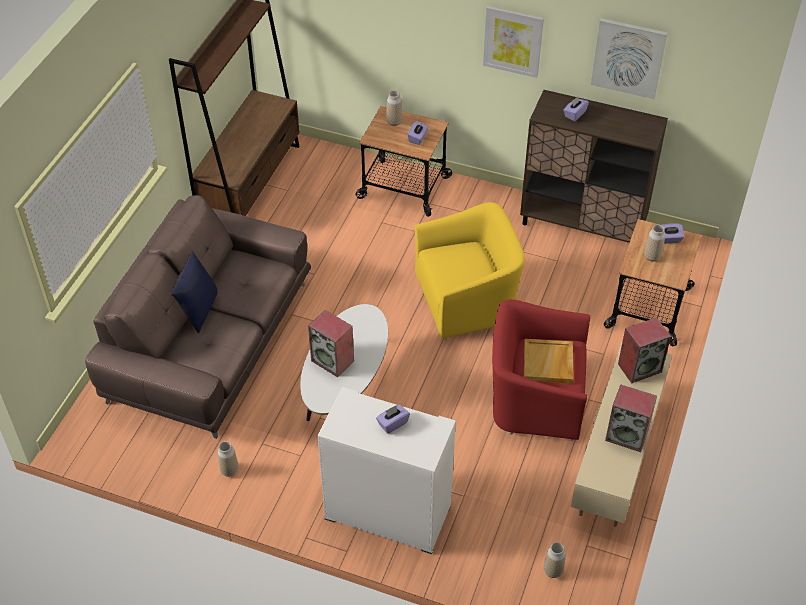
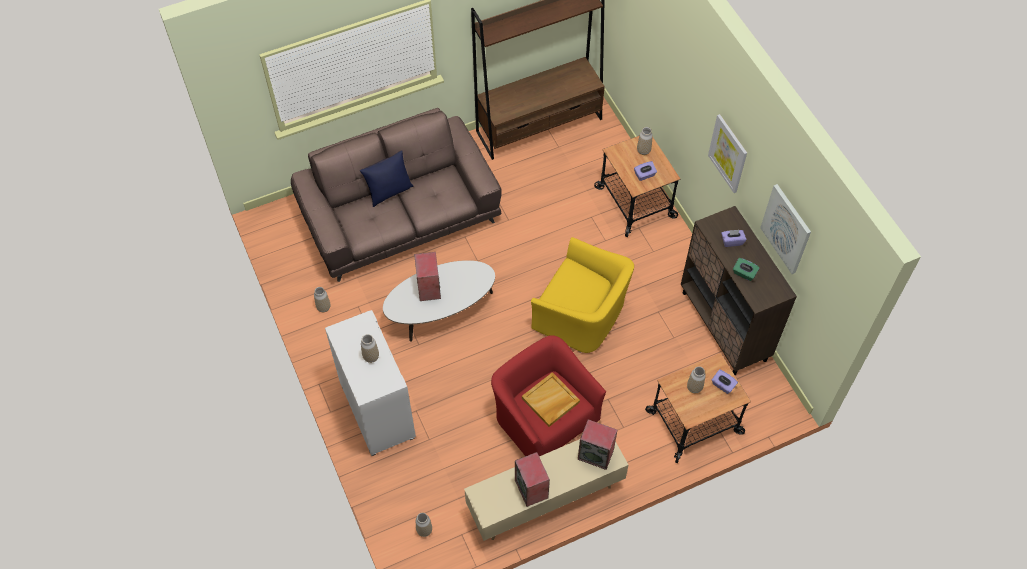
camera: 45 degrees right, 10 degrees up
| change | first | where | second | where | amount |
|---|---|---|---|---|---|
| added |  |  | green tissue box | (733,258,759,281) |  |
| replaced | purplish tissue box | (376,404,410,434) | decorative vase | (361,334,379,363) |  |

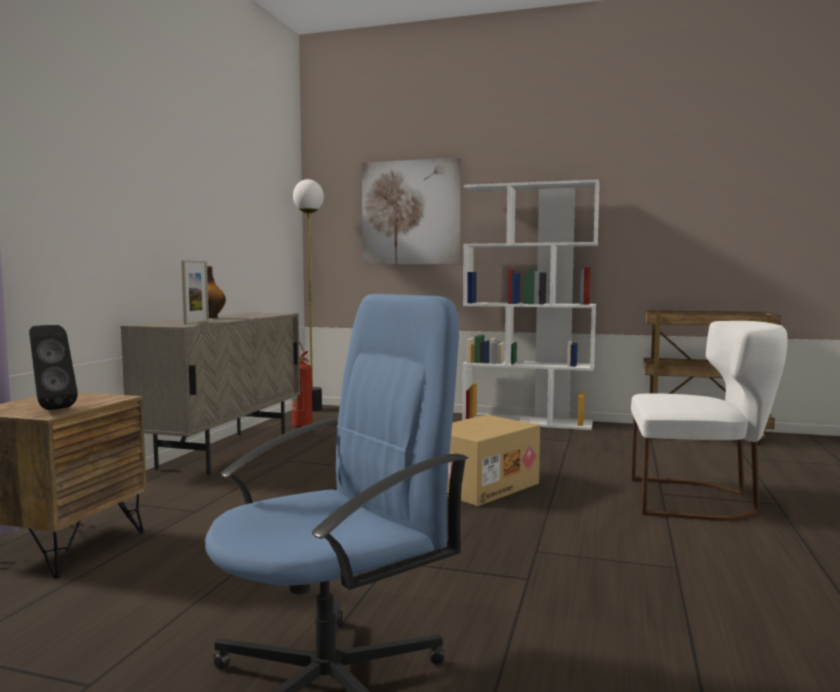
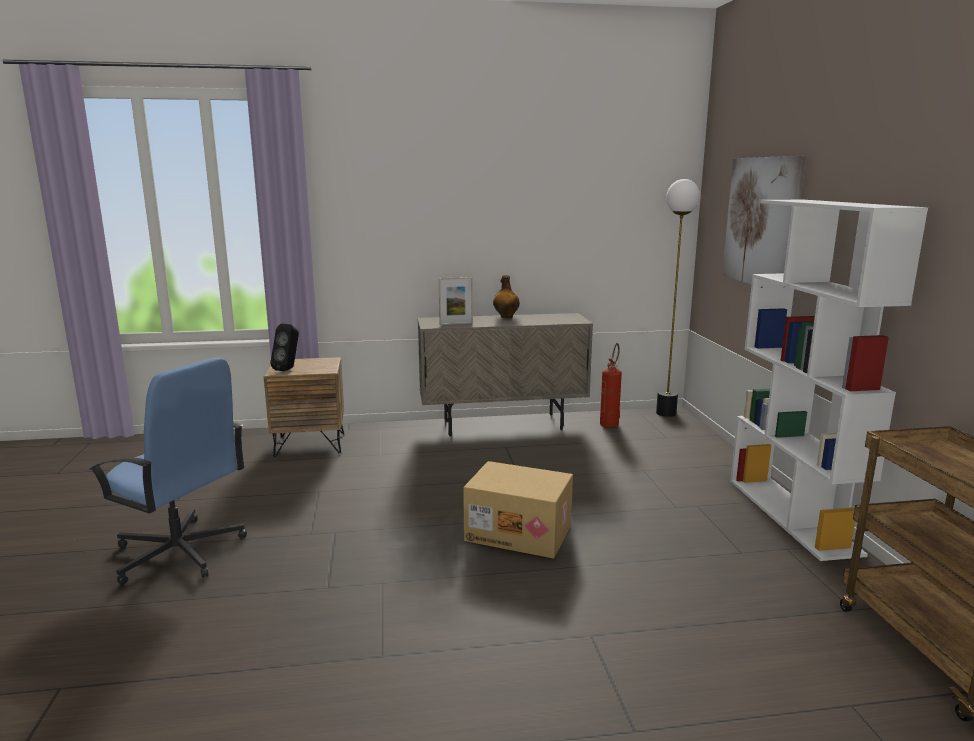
camera: 65 degrees right, 10 degrees up
| change | first | where | second | where | amount |
|---|---|---|---|---|---|
| removed | white-coloured chair | (631,321,787,521) |  |  |  |

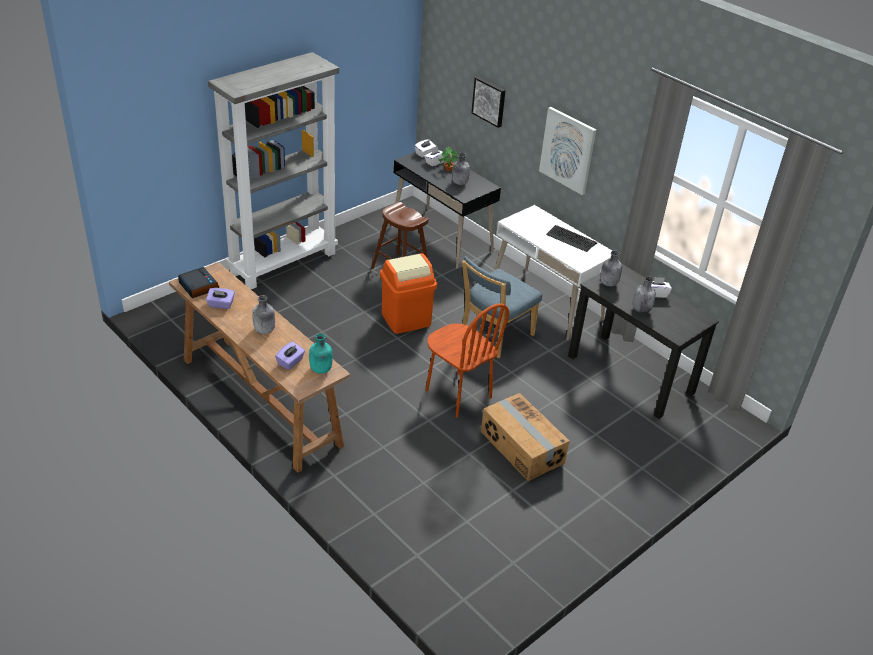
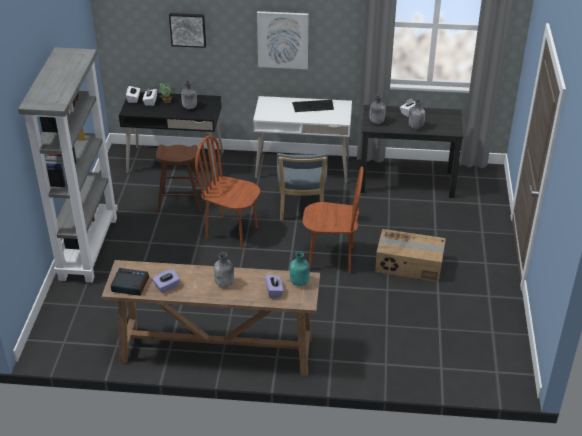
camera: 40 degrees left, 0 degrees up
| change | first | where | second | where | amount |
|---|---|---|---|---|---|
| replaced | orange trash can | (380,253,437,334) | brown chair | (195,135,260,248) |  |

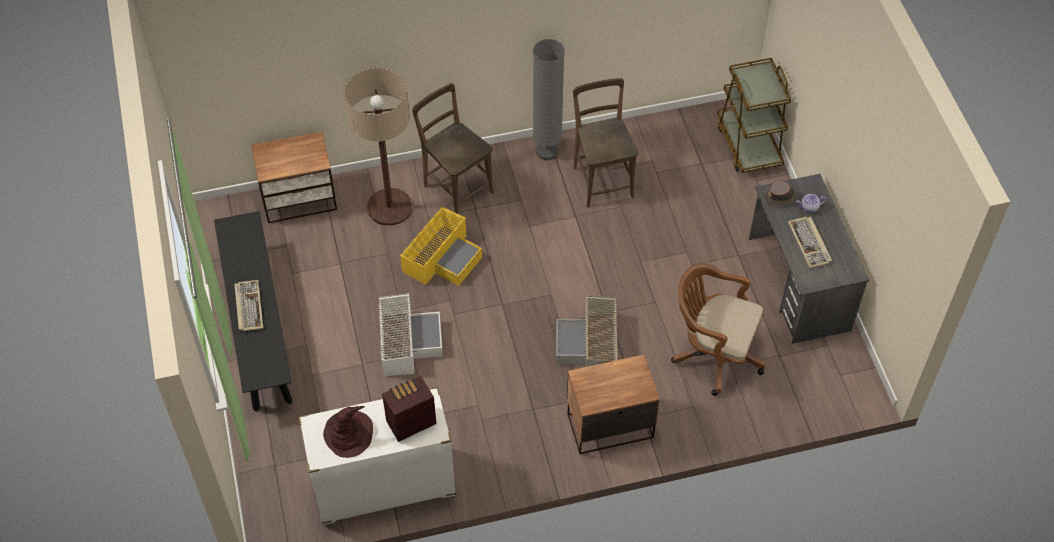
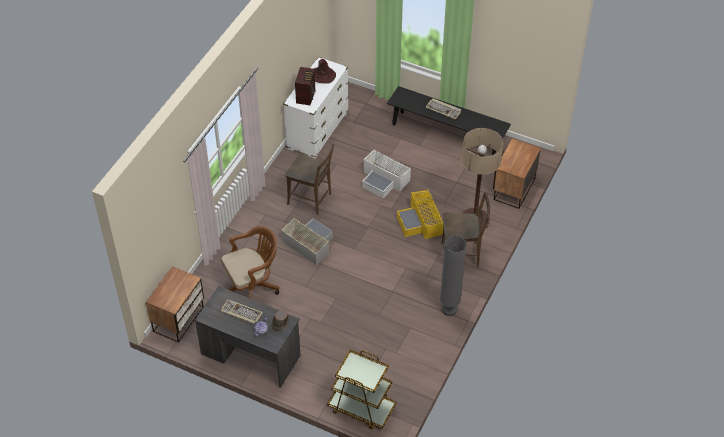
camera: 130 degrees right, 5 degrees down
| change | first | where | second | where | amount |
|---|---|---|---|---|---|
| moved | nightstand | (567,354,660,454) |  | (146,266,204,342) |  |
| moved | brown chair | (573,78,639,208) |  | (285,144,334,215) |  |

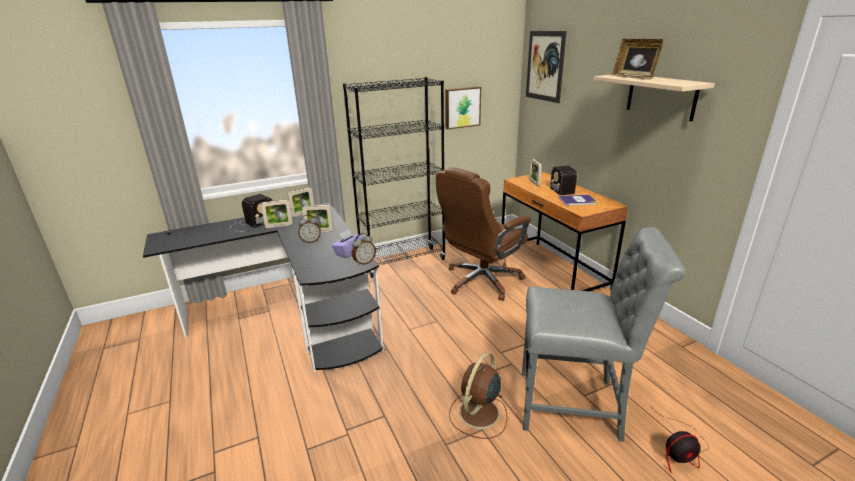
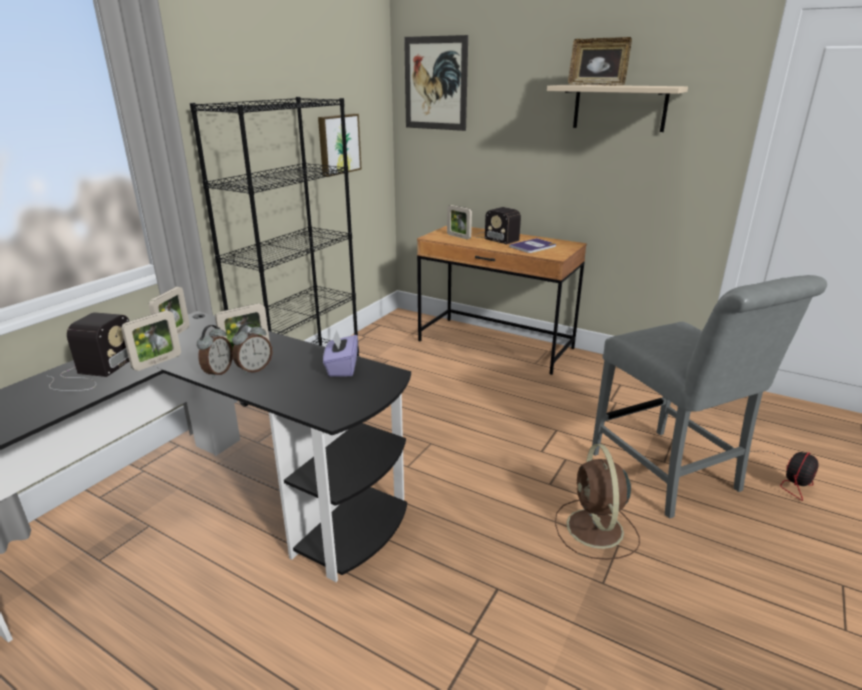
camera: 35 degrees left, 0 degrees up
| change | first | where | second | where | amount |
|---|---|---|---|---|---|
| removed | brown office chair | (436,167,531,301) |  |  |  |
| moved | bedside clock | (352,233,376,265) |  | (197,325,233,379) |  |
| turned | greyish chair | (522,227,686,442) |  | (592,275,827,519) | 90 degrees clockwise |

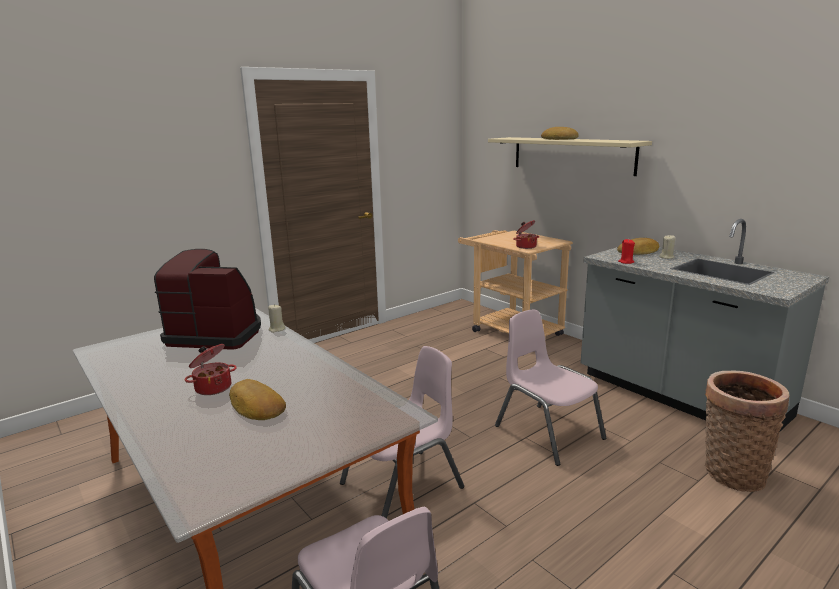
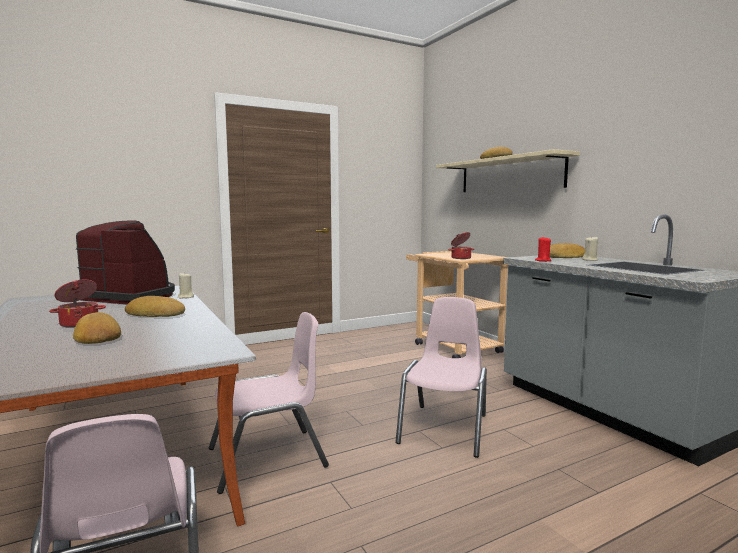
camera: 10 degrees right, 10 degrees down
| change | first | where | second | where | amount |
|---|---|---|---|---|---|
| removed | household basket | (705,371,789,492) |  |  |  |
| added |  |  | bakery bread | (125,296,185,317) |  |
| turned | pink-coloured chair | (495,309,606,466) |  | (395,297,487,458) | 45 degrees clockwise |

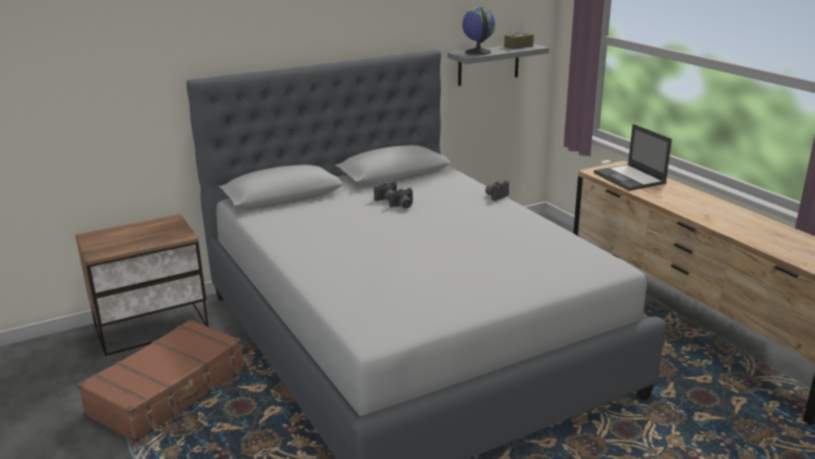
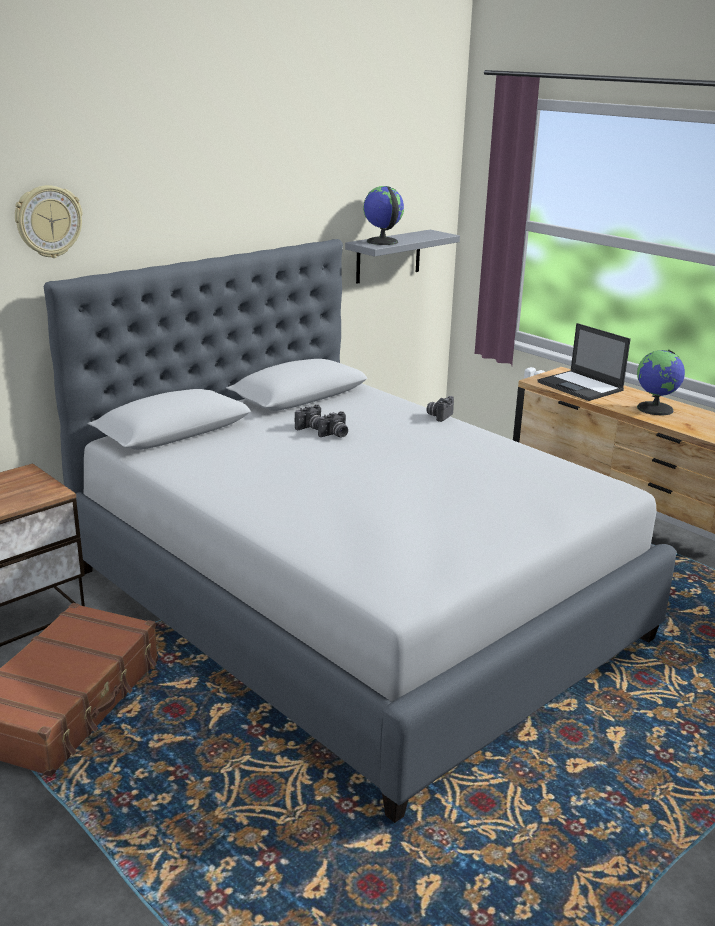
camera: 15 degrees left, 0 degrees up
| change | first | where | second | where | amount |
|---|---|---|---|---|---|
| removed | brown tissue box | (504,24,534,49) |  |  |  |
| added |  |  | hanging clock | (15,185,83,258) |  |
| added |  |  | globe | (637,349,685,415) |  |

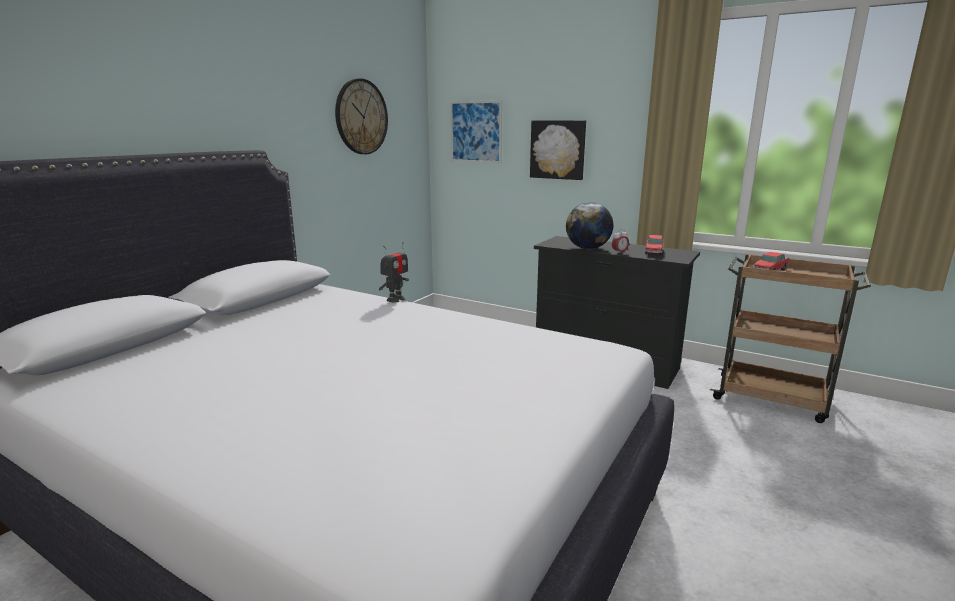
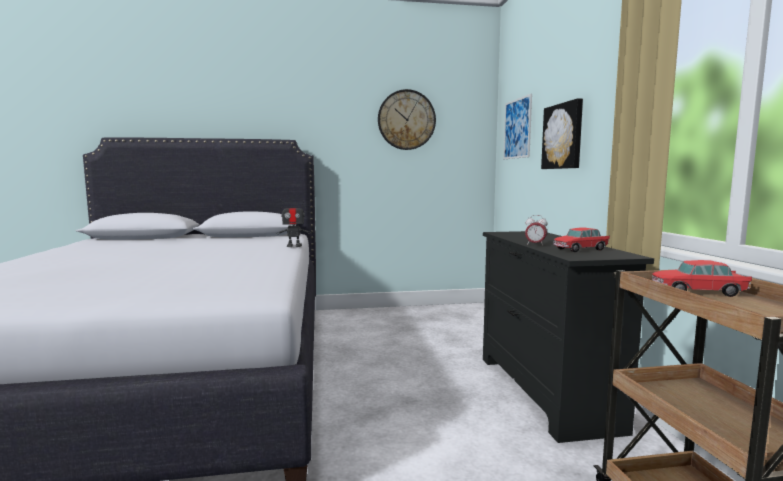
camera: 50 degrees right, 10 degrees down
| change | first | where | second | where | amount |
|---|---|---|---|---|---|
| removed | globe | (566,202,613,249) |  |  |  |

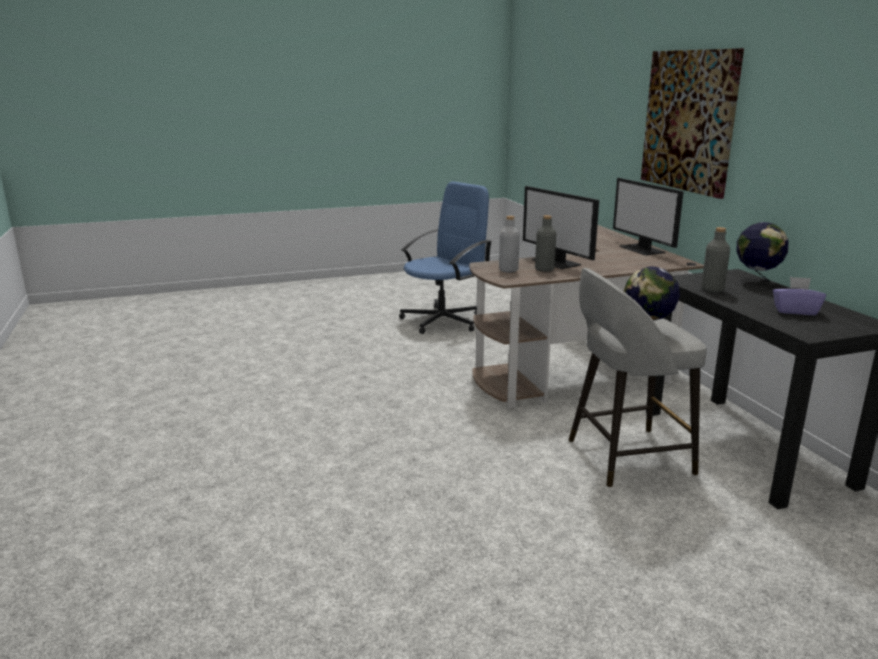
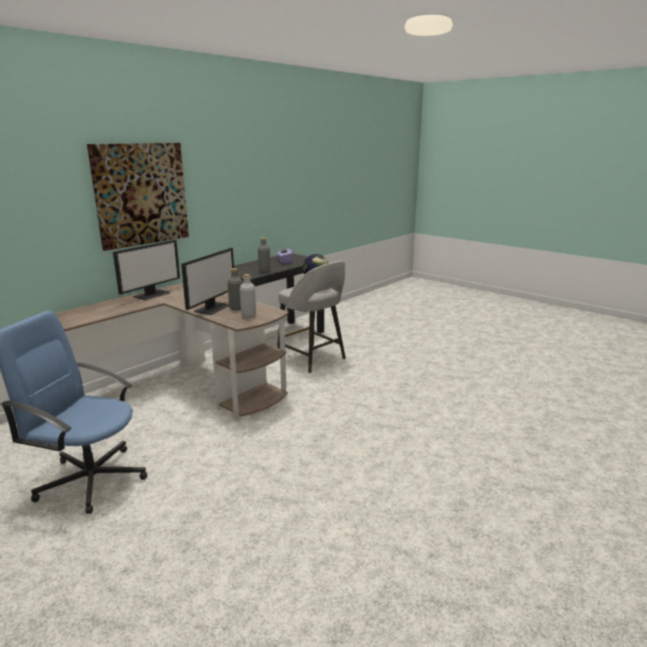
camera: 120 degrees left, 0 degrees up
| change | first | where | second | where | amount |
|---|---|---|---|---|---|
| removed | globe | (736,222,788,288) |  |  |  |

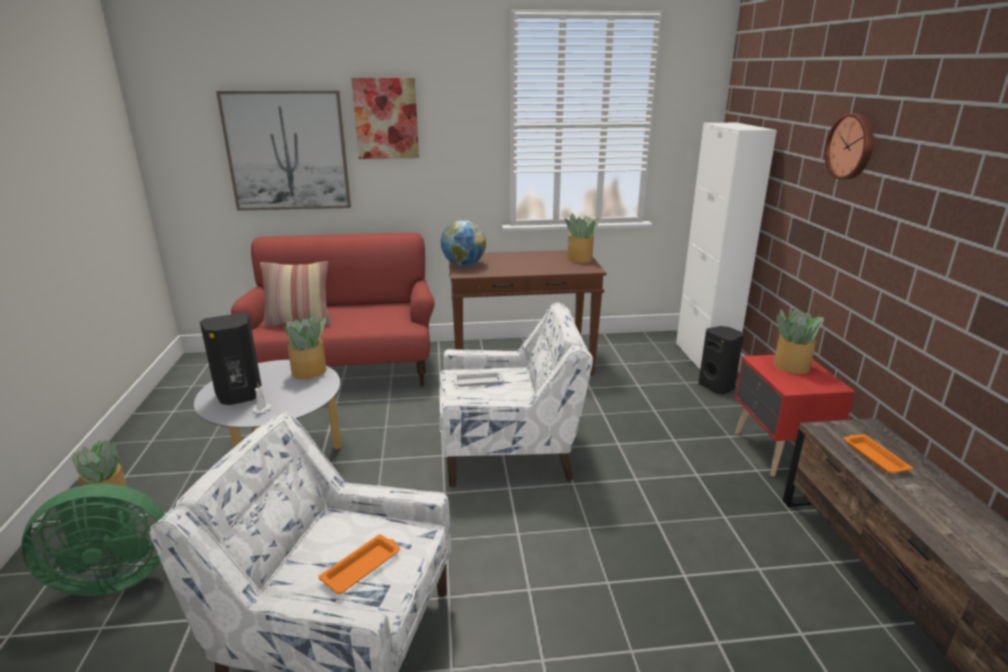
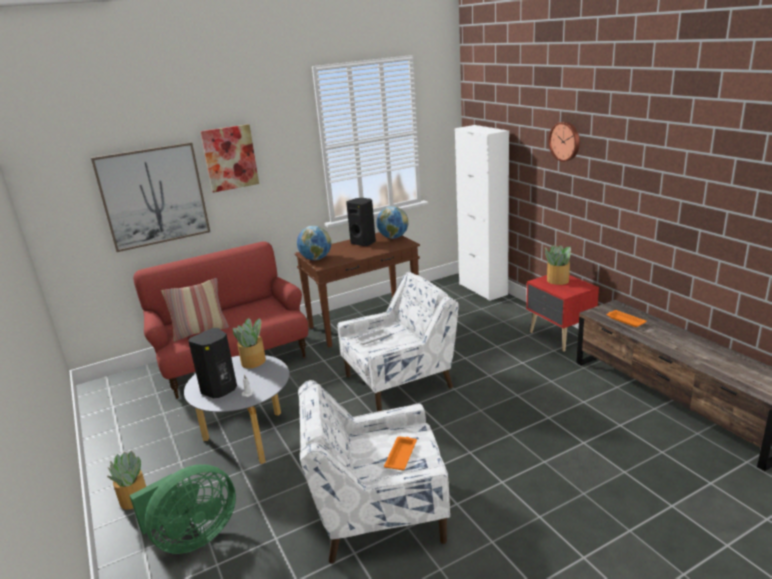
camera: 20 degrees left, 0 degrees up
| change | first | where | second | where | amount |
|---|---|---|---|---|---|
| moved | blackish loudspeaker | (698,326,744,395) |  | (346,198,376,246) |  |
| replaced | potted plant | (565,214,599,263) | globe | (376,206,408,239) |  |

